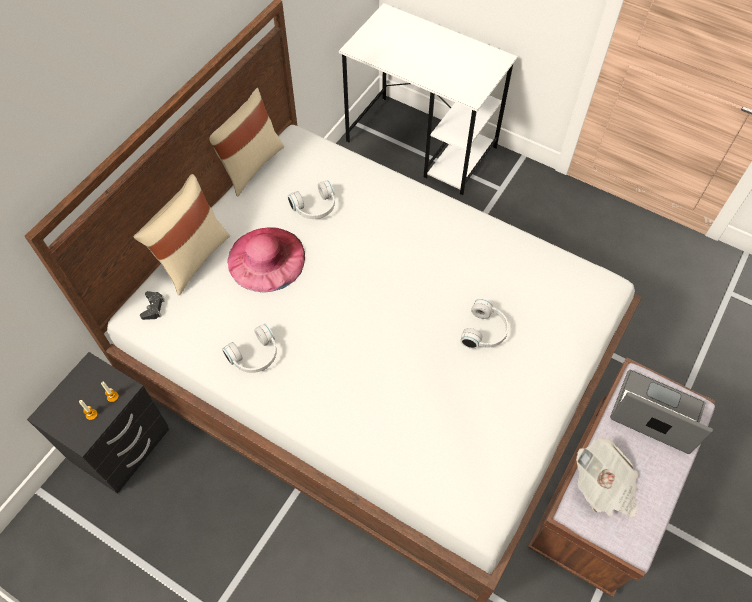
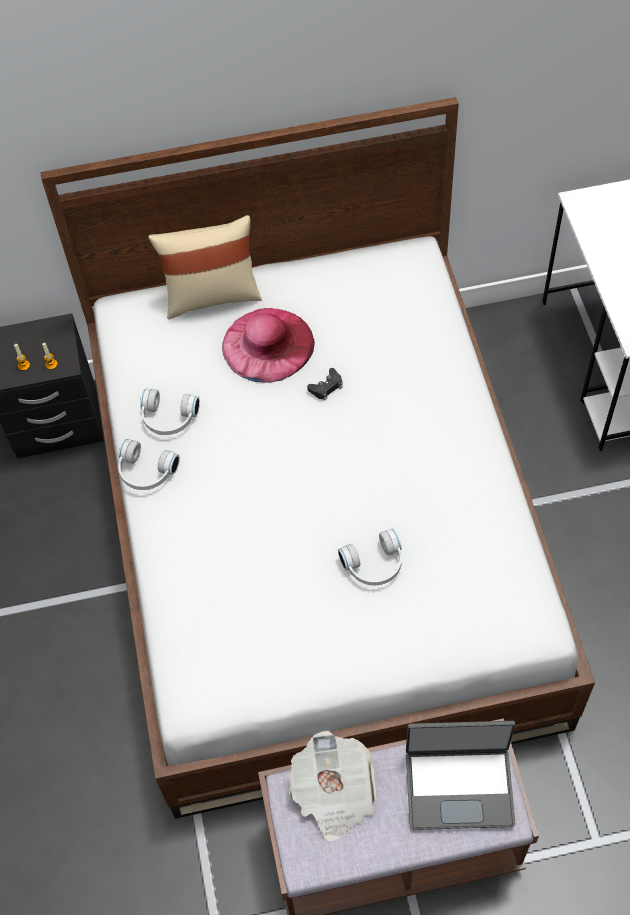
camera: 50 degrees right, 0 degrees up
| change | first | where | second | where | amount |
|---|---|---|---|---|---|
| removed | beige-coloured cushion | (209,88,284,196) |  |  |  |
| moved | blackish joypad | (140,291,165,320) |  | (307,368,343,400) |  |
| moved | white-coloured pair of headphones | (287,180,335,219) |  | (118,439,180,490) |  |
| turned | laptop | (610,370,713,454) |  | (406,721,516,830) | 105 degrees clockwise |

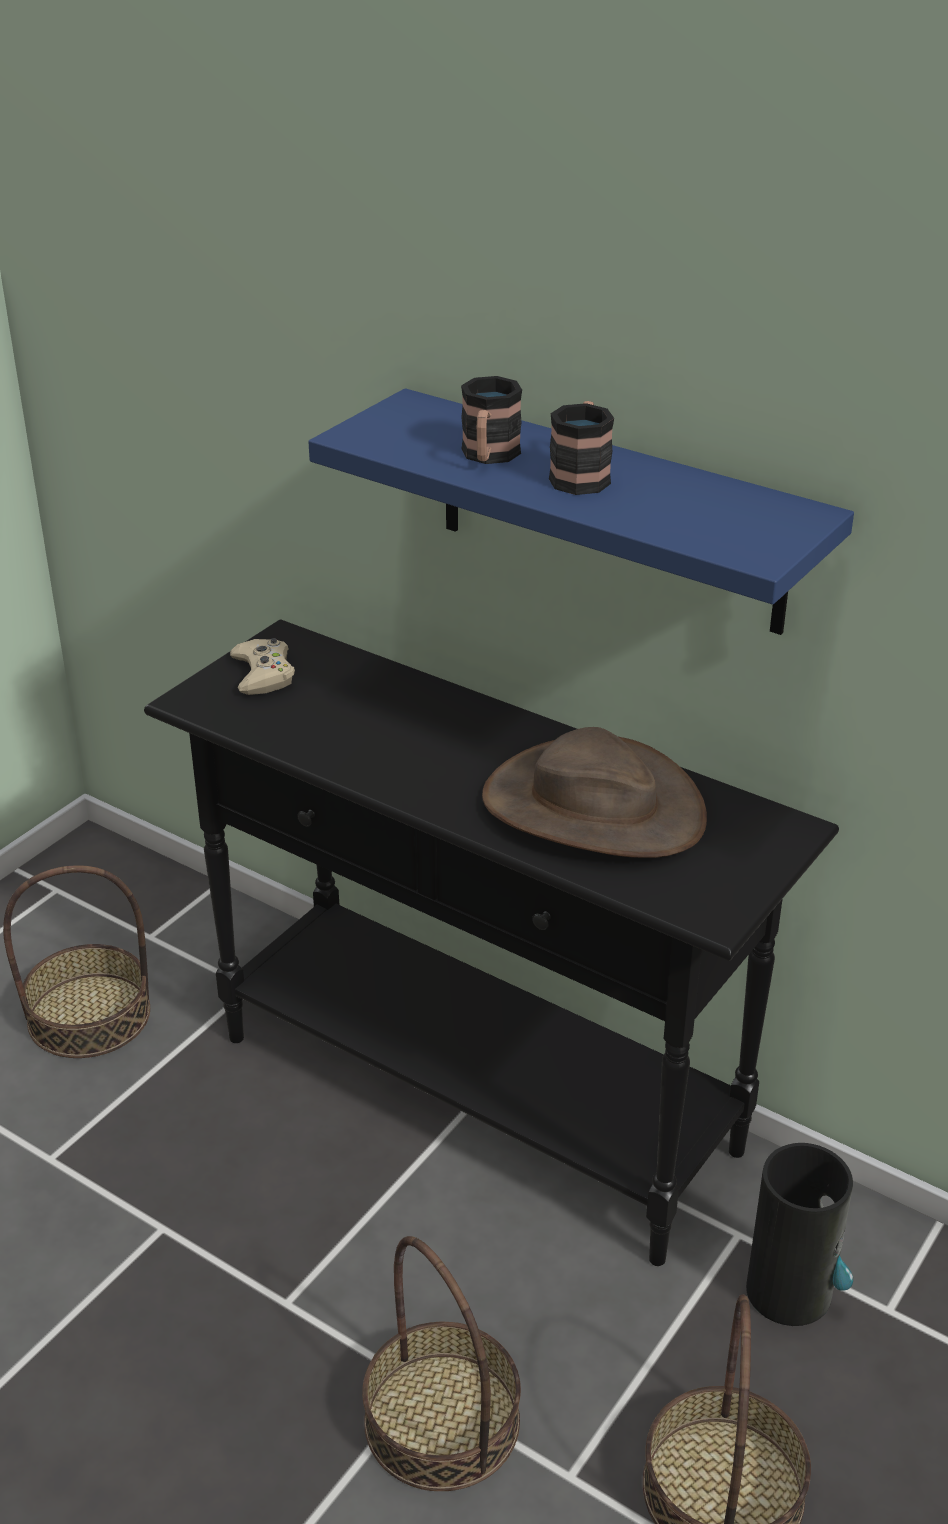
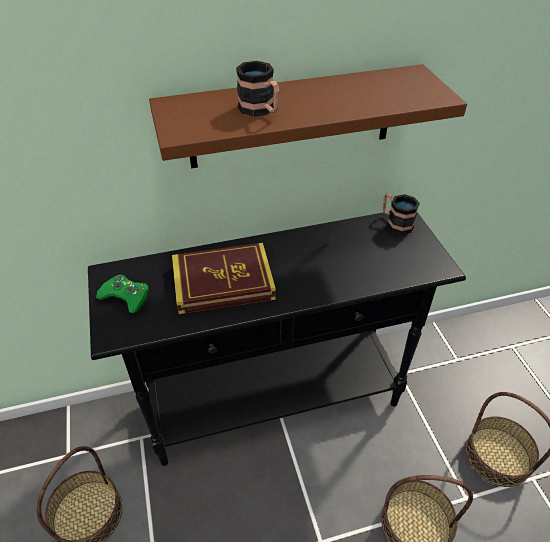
camera: 50 degrees left, 10 degrees up
| change | first | where | second | where | amount |
|---|---|---|---|---|---|
| removed | brown clothing hat | (482,727,707,858) |  |  |  |
| removed | decorative vase | (746,1143,853,1326) |  |  |  |
| added |  |  | volume | (172,243,276,314) |  |
| moved | tea mug | (549,401,614,495) |  | (383,194,420,235) |  |
| recoloured | beige-coloured joypad | (230,638,295,695) | green joypad | (96,275,149,313) |  |
| recoloured | blue-coloured bracket shelf | (308,388,854,635) | brown bracket shelf | (149,64,467,168) |  |

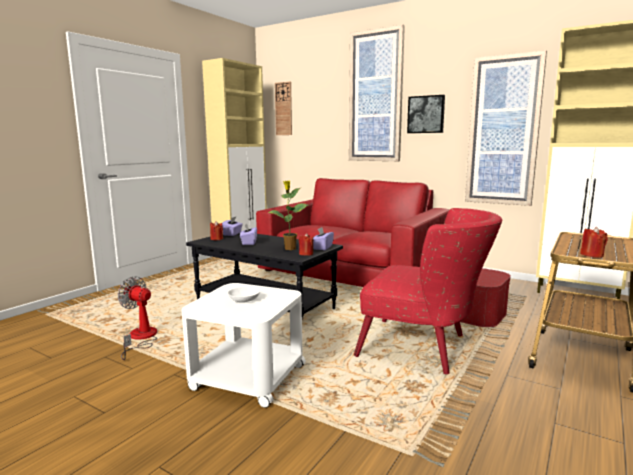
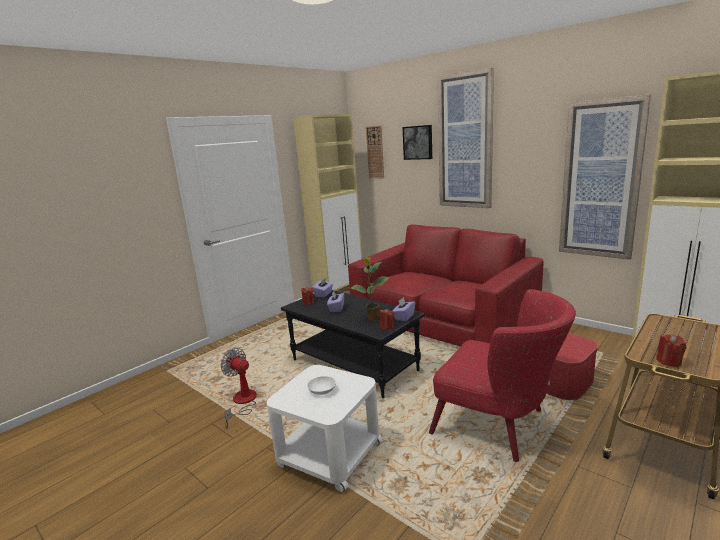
camera: 10 degrees right, 5 degrees up
| change | first | where | second | where | amount |
|---|---|---|---|---|---|
| moved | wall art | (407,95,445,133) |  | (403,125,432,160) |  |

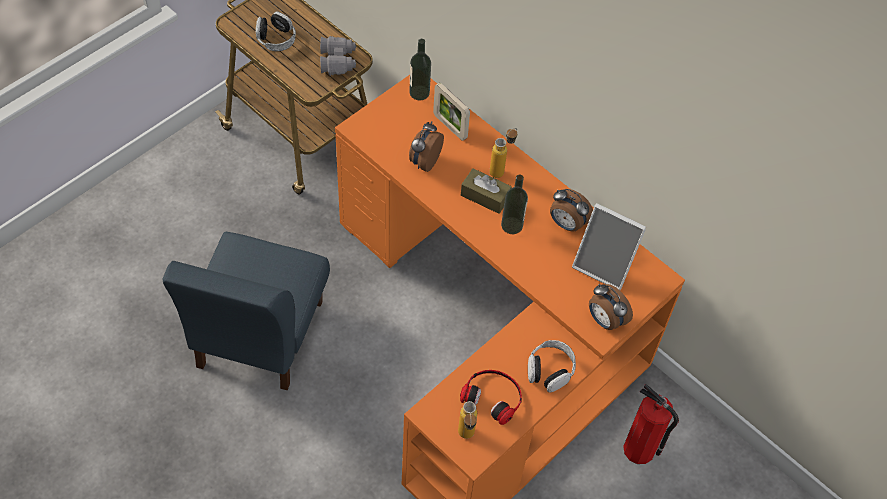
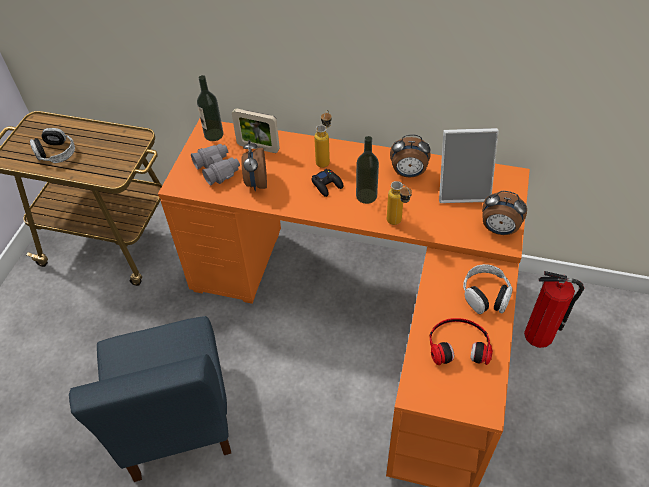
camera: 25 degrees left, 5 degrees down
| change | first | where | second | where | amount |
|---|---|---|---|---|---|
| moved | greyish binoculars | (320,36,356,76) |  | (191,144,240,185) |  |
| moved | beverage bottle | (458,401,477,439) |  | (387,181,412,225) |  |
| replaced | brown tissue box | (461,168,512,214) | blackish joypad | (312,169,343,197) |  |

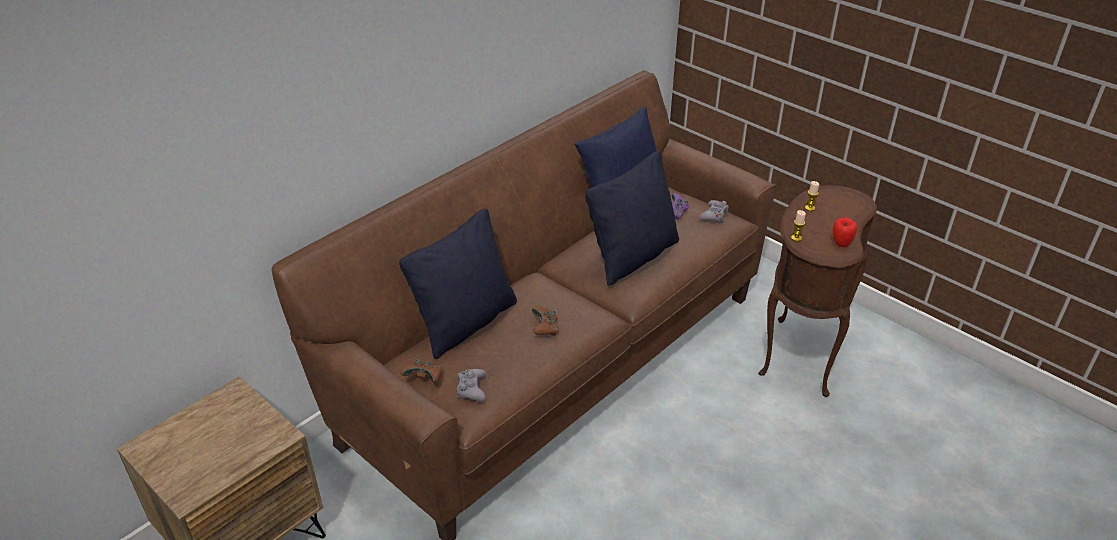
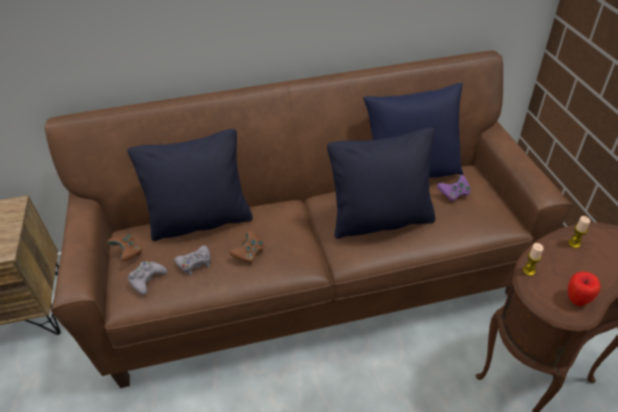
camera: 35 degrees right, 5 degrees up
| change | first | where | second | where | amount |
|---|---|---|---|---|---|
| moved | greyish joypad | (699,200,729,223) |  | (174,245,211,275) |  |

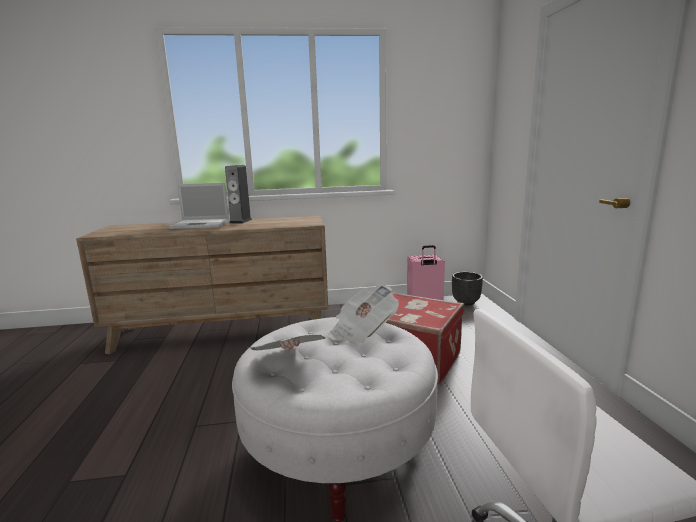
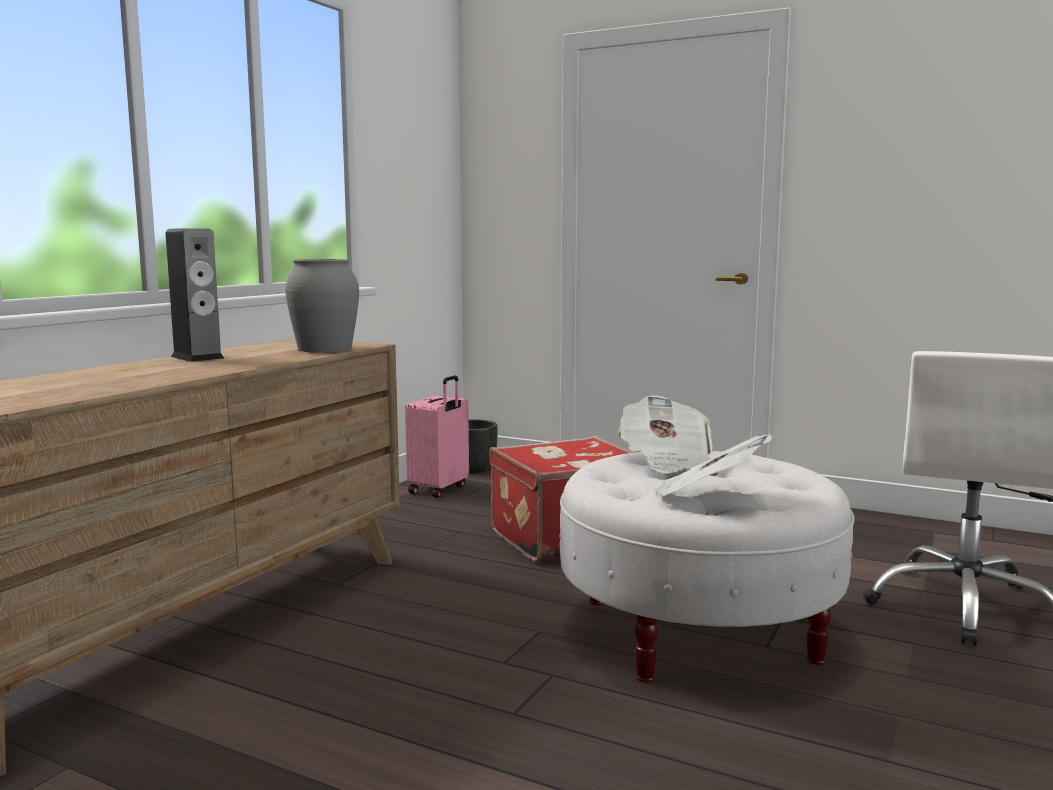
camera: 55 degrees left, 5 degrees down
| change | first | where | second | where | amount |
|---|---|---|---|---|---|
| removed | laptop | (168,183,229,229) |  |  |  |
| added |  |  | greyish decorative vase | (285,259,359,352) |  |

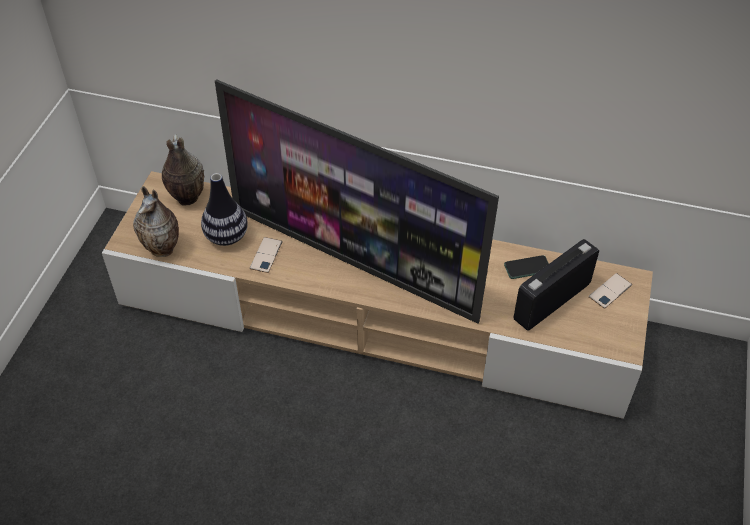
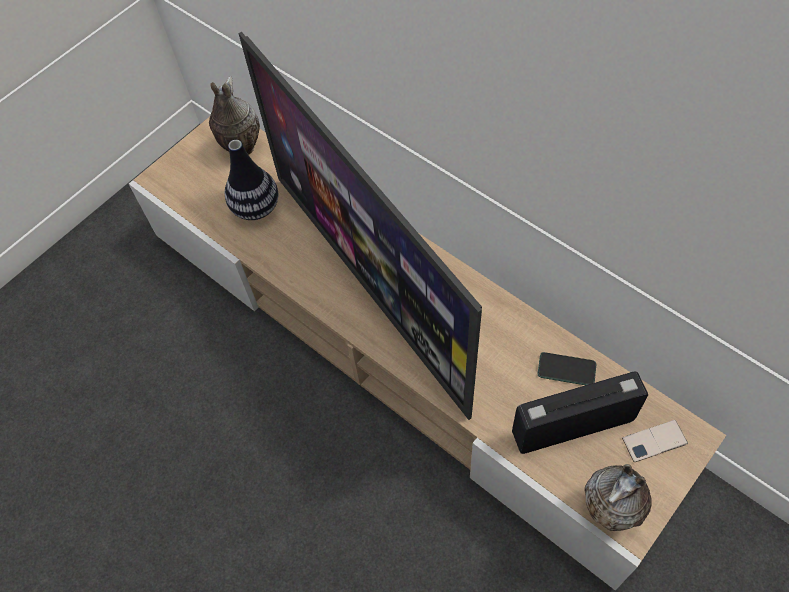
camera: 30 degrees right, 10 degrees up
| change | first | where | second | where | amount |
|---|---|---|---|---|---|
| removed | phone | (250,237,282,273) |  |  |  |
| moved | decorative vase | (133,186,179,257) |  | (584,464,652,531) |  |

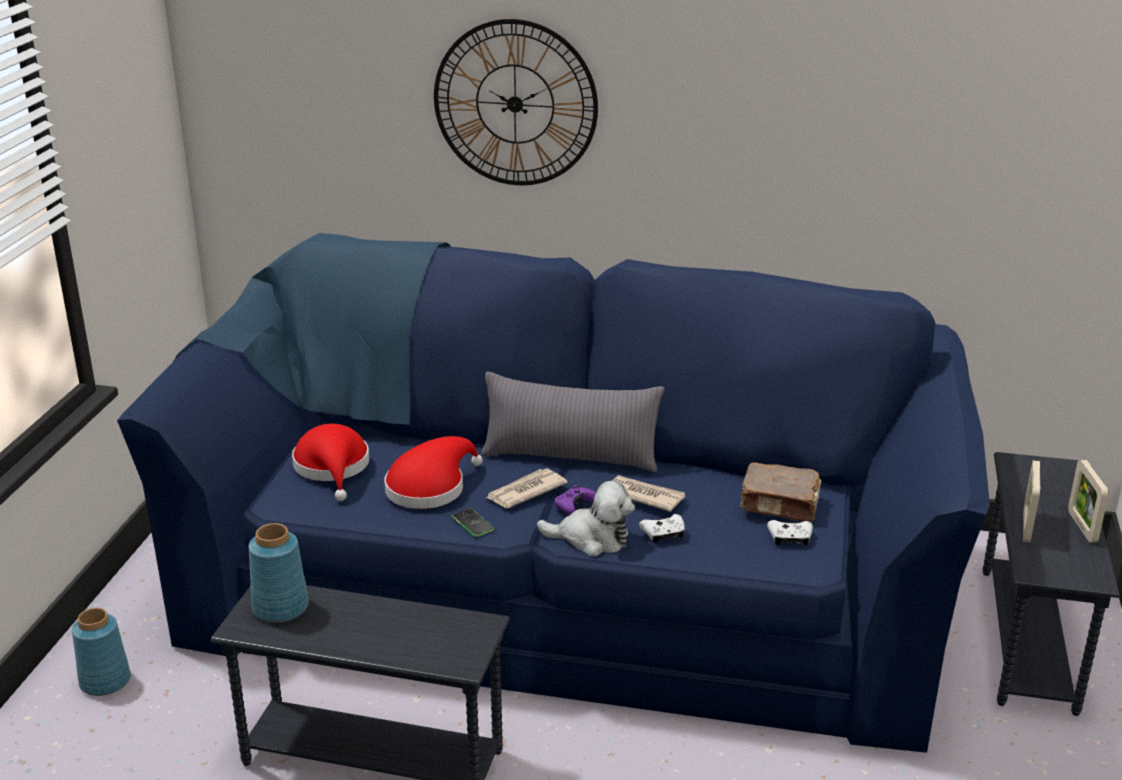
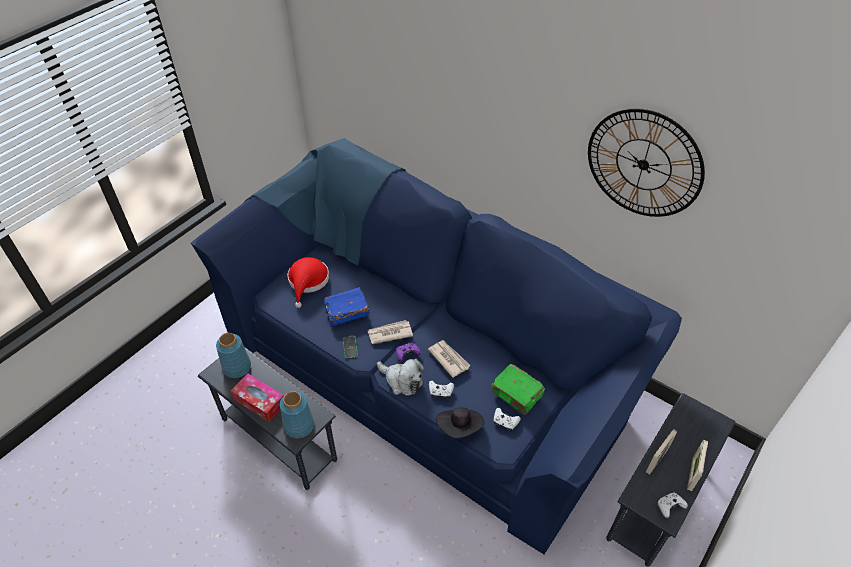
camera: 25 degrees right, 20 degrees up
| change | first | where | second | where | amount |
|---|---|---|---|---|---|
| removed | greyish cushion | (481,372,664,472) |  |  |  |
| added |  |  | tissue box | (231,374,284,422) |  |
| added |  |  | blackish clothing hat | (436,407,484,438) |  |
| added |  |  | white-coloured joypad | (657,492,688,518) |  |
| moved | blue-coloured decorative vase | (72,608,131,696) |  | (280,391,314,438) |  |
| moved | hanging clock | (434,19,598,185) |  | (588,109,705,217) |  |
| replaced | red clothing hat | (384,436,483,509) | blue-coloured volume | (324,287,369,326) |  |
| recoloured | brown volume | (740,462,821,522) | green volume | (491,364,545,415) |  |

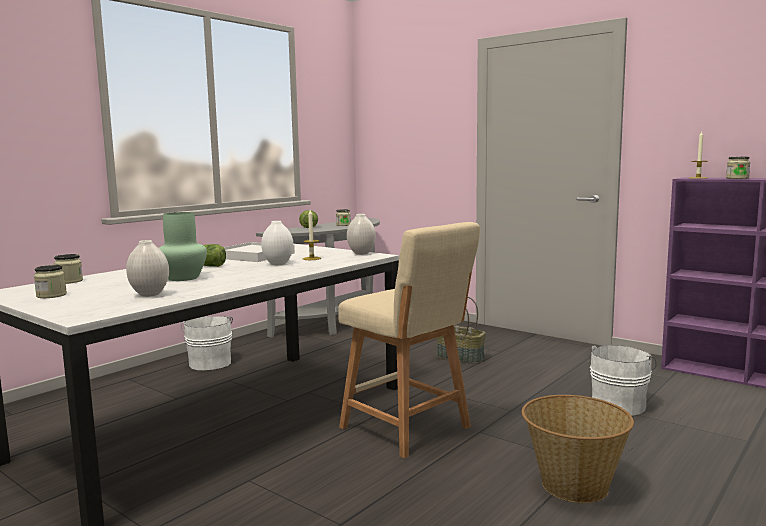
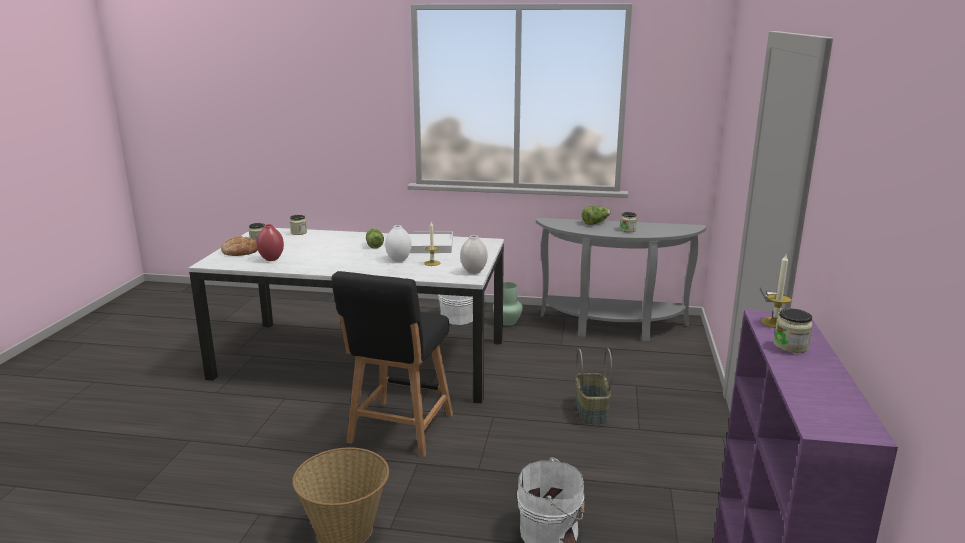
camera: 60 degrees right, 10 degrees up
| change | first | where | second | where | amount |
|---|---|---|---|---|---|
| added |  |  | bakery bread | (221,236,258,256) |  |
| moved | green decorative vase | (159,212,207,281) |  | (493,282,523,326) |  |
| recoloured | white-coloured decorative vase | (126,240,169,297) | red decorative vase | (256,224,284,261) |  |
| recoloured | beige-coloured sitting stool | (338,222,480,458) | blackish sitting stool | (331,271,453,457) |  |

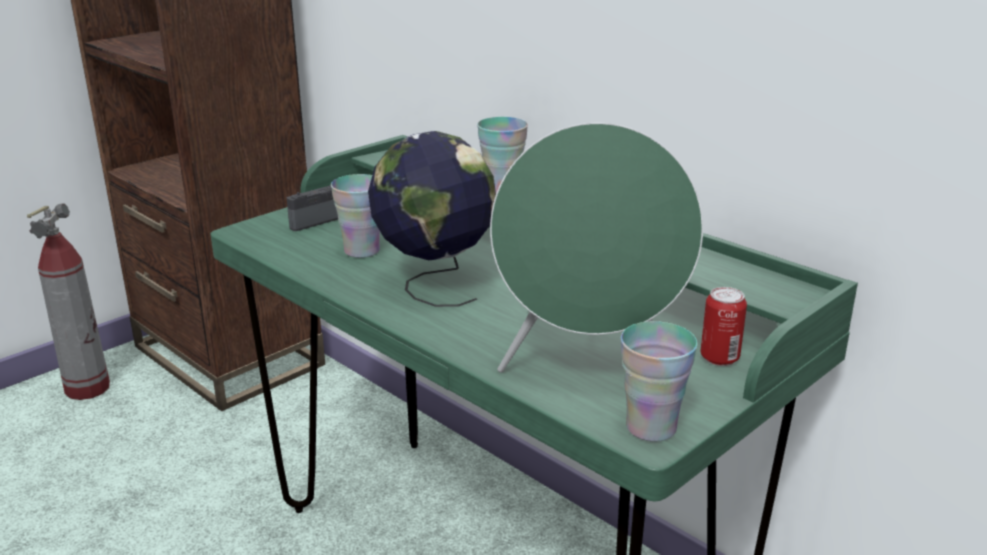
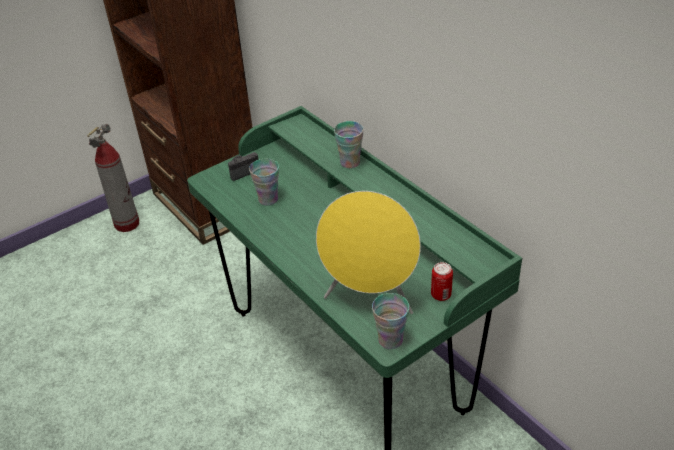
camera: 10 degrees right, 15 degrees up
| change | first | where | second | where | amount |
|---|---|---|---|---|---|
| removed | globe | (368,131,496,307) |  |  |  |
| recoloured | green loudspeaker | (490,123,703,373) | yellowish loudspeaker | (316,191,421,314) |  |

